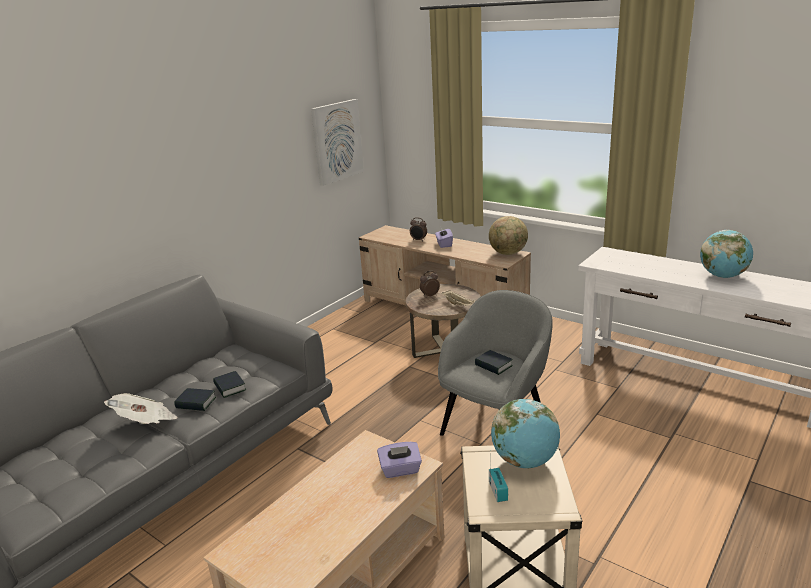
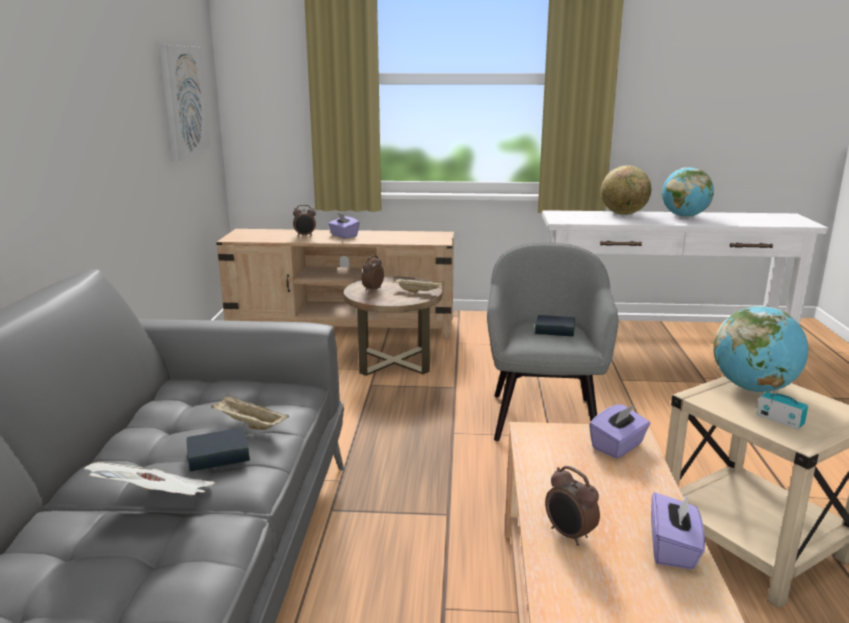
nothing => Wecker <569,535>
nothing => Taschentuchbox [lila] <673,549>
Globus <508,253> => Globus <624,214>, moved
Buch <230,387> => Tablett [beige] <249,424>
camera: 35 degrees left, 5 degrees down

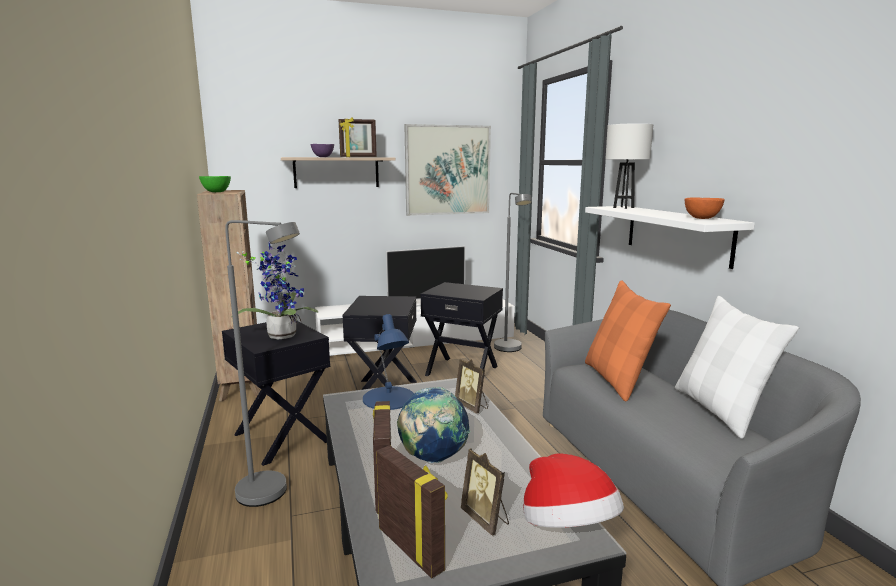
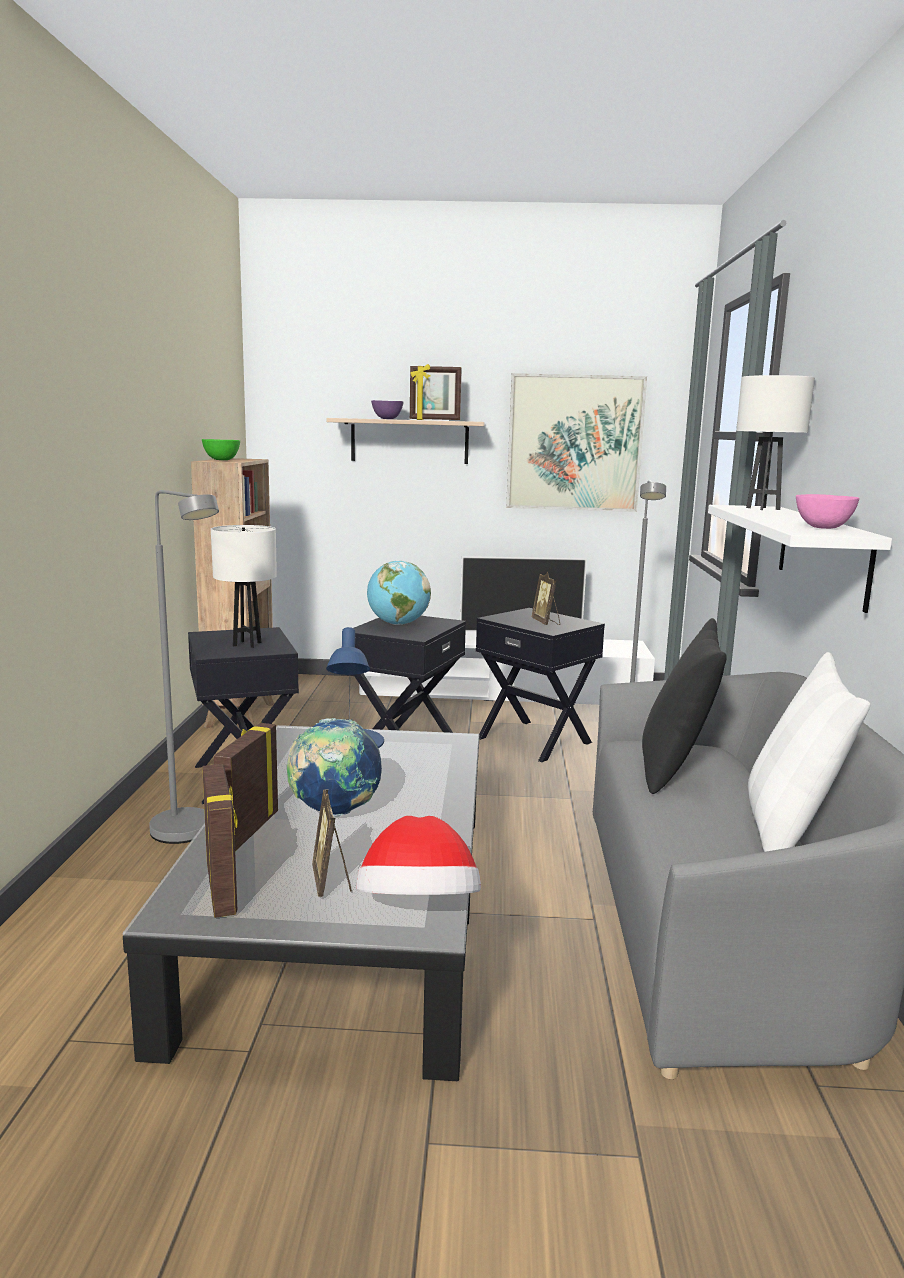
nothing => Globus <398,624>
Bilderrahmen <472,406> => Bilderrahmen <546,622>, moved
Topfpflanze <282,334> => Tischlampe [weiß] <247,644>
Kissen [orange] <617,380> => Kissen [schwarz] <674,767>
Schüssel [orange] <701,218> => Schüssel [rosa] <822,528>
camera: 20 degrees right, 0 degrees up

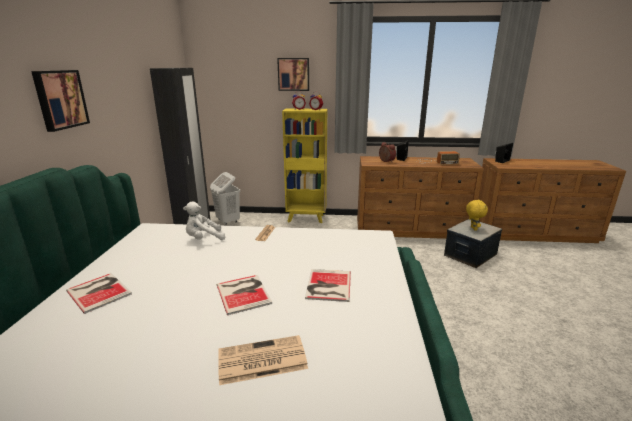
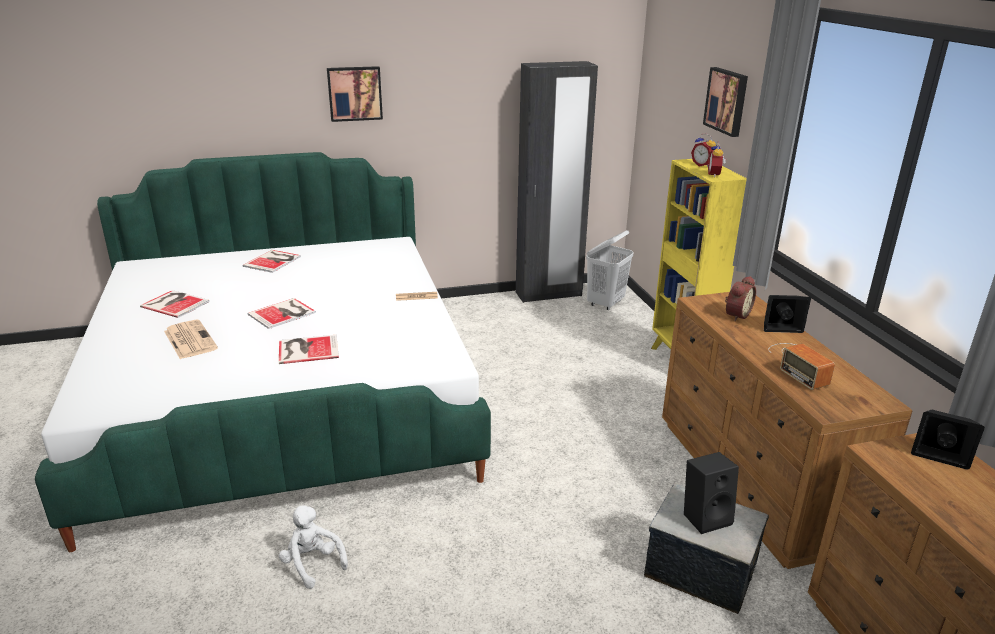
nothing => Buch <175,303>
Plüschtier [weiß] <204,239> => Plüschtier [weiß] <312,564>, moved
Plüschtier [gelb] <473,228> => Lautsprecher [schwarz] <706,517>
camera: 70 degrees right, 5 degrees up

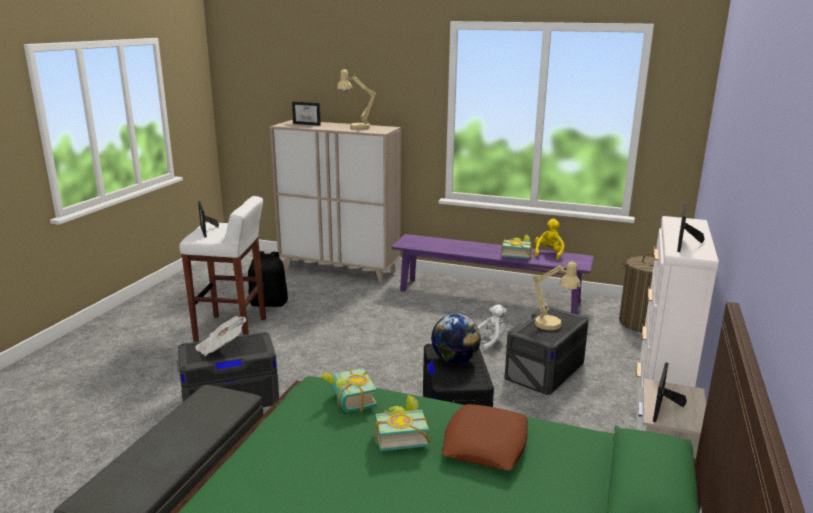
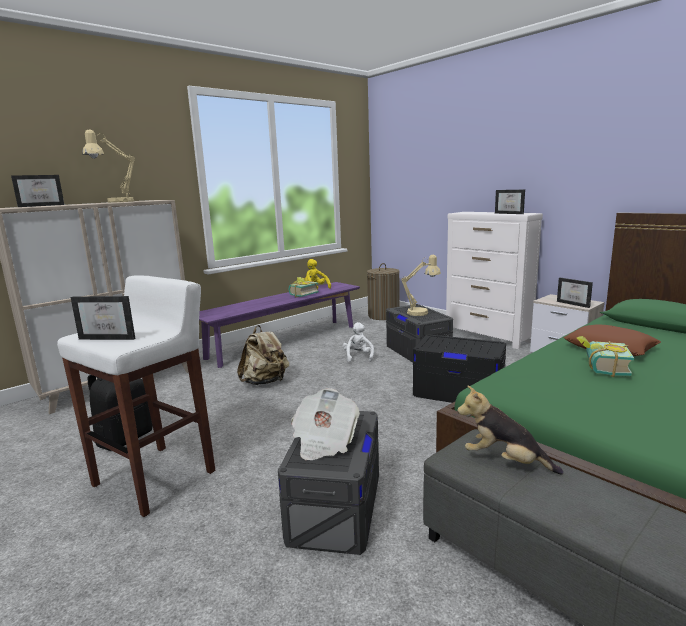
Buch <348,401> => nothing
Globus <455,360> => nothing
nothing => Rucksack [beige] <265,382>
nothing => Plüschtier <504,461>
camera: 60 degrees left, 5 degrees down

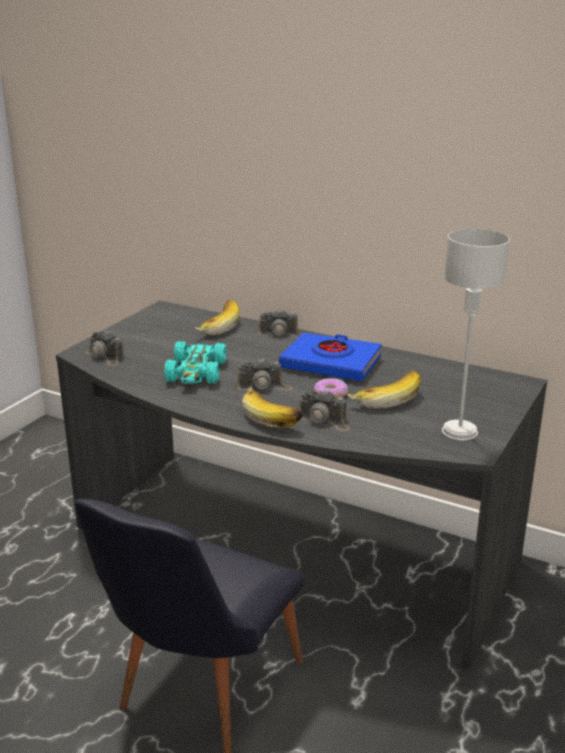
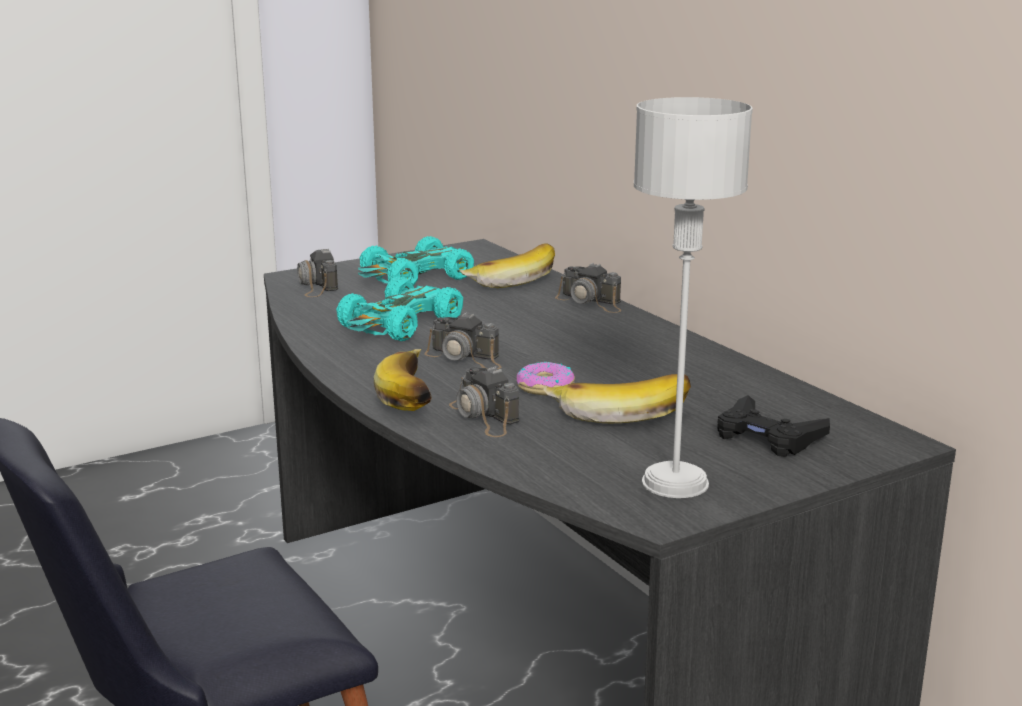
Buch [blau] <331,363> => nothing
nothing => Spielzeugauto [türkis] <415,277>
nothing => Gamepad [schwarz] <767,436>
camera: 30 degrees right, 5 degrees down

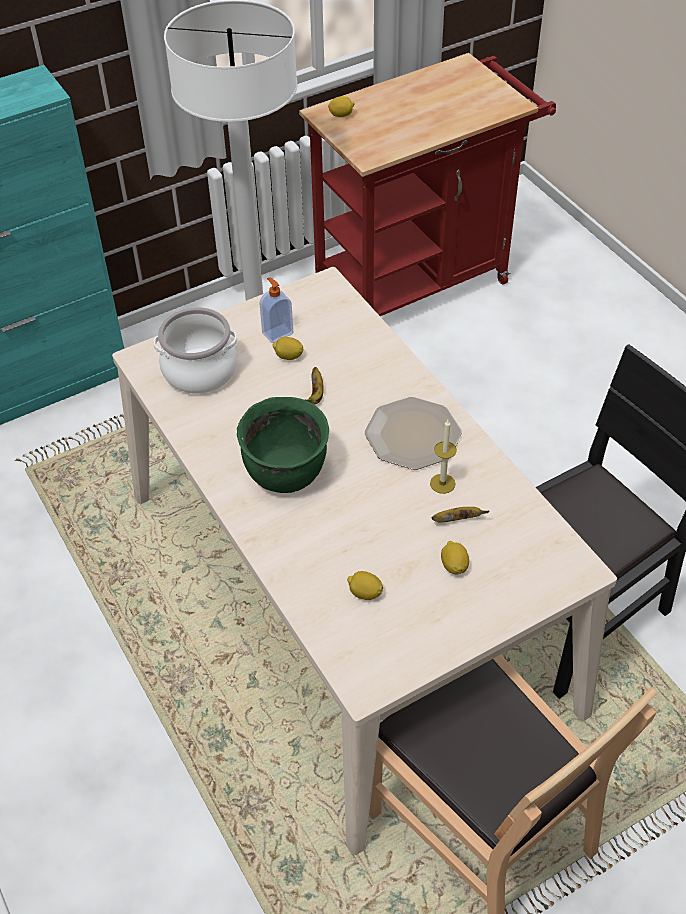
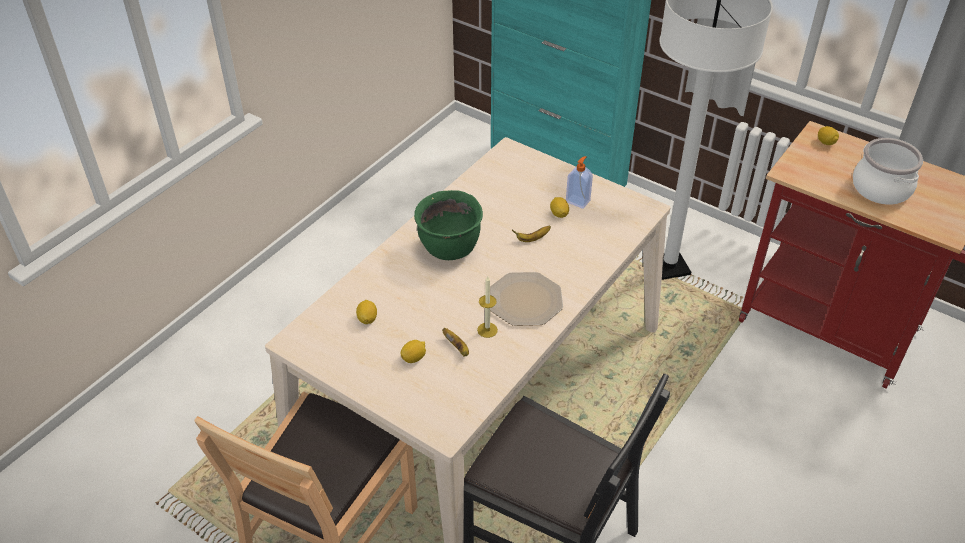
Kochtopf <199,371> => Kochtopf <880,188>, moved
camera: 65 degrees right, 5 degrees down

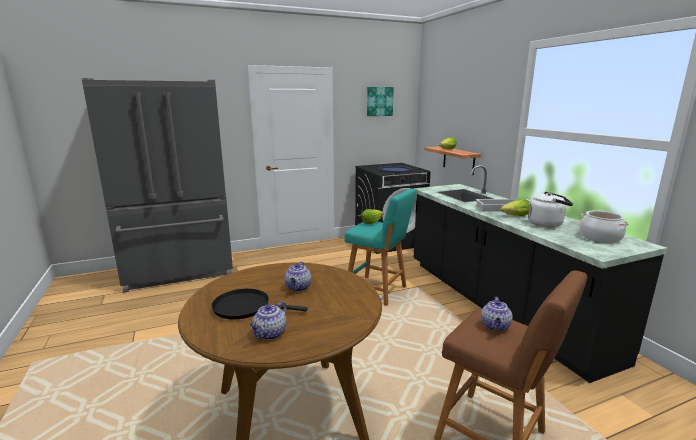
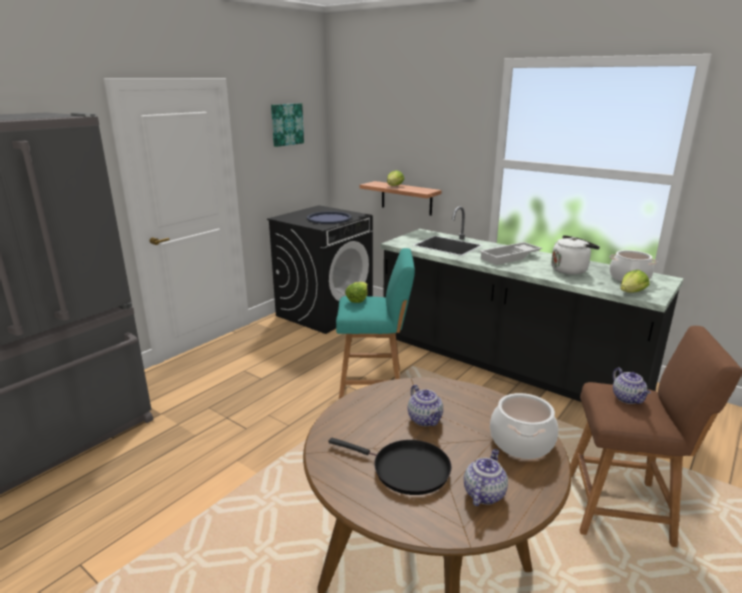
nothing => Kochtopf <521,441>
Salatkopf <515,216> => Salatkopf <631,293>, moved
Pfanne [schwarz] <245,307> => Pfanne [schwarz] <406,469>, 135 degrees counterclockwise
Teekanne <270,334> => Teekanne <484,493>, 150 degrees counterclockwise
camera: 30 degrees left, 5 degrees up

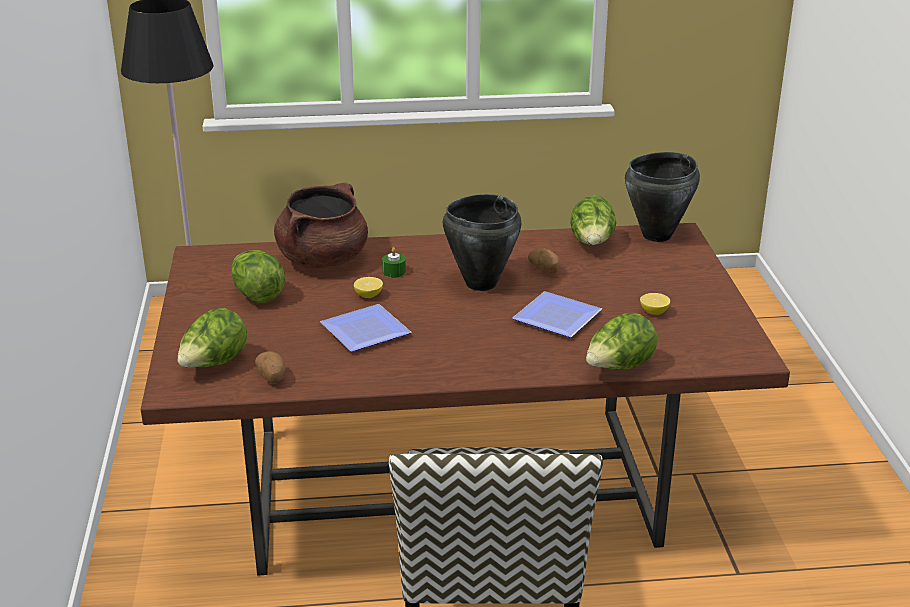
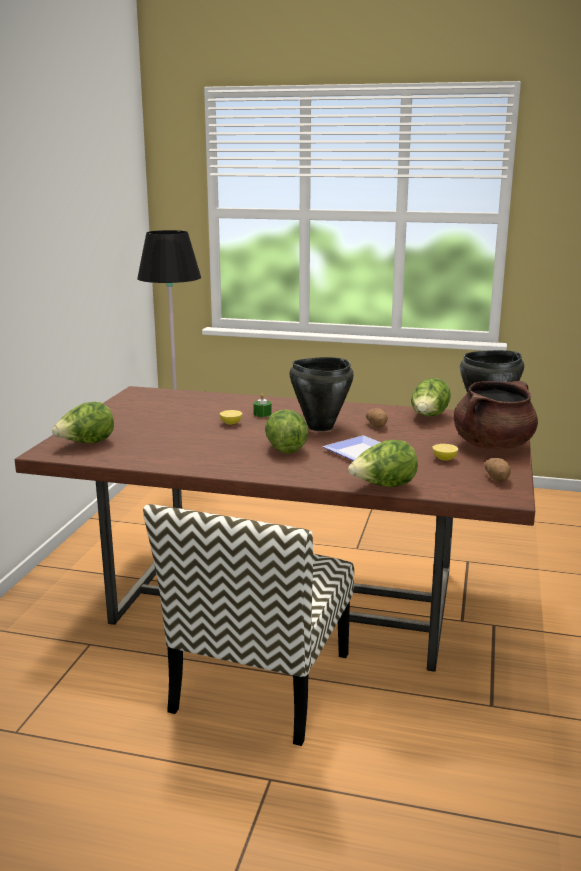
Teller <368,332> => nothing
Salatkopf <257,295> => Salatkopf <285,448>, moved
Kartoffel <272,378> => Kartoffel <497,479>, moved
Kochtopf [braun] <323,260> => Kochtopf [braun] <493,445>, moved
camera: 20 degrees right, 10 degrees down

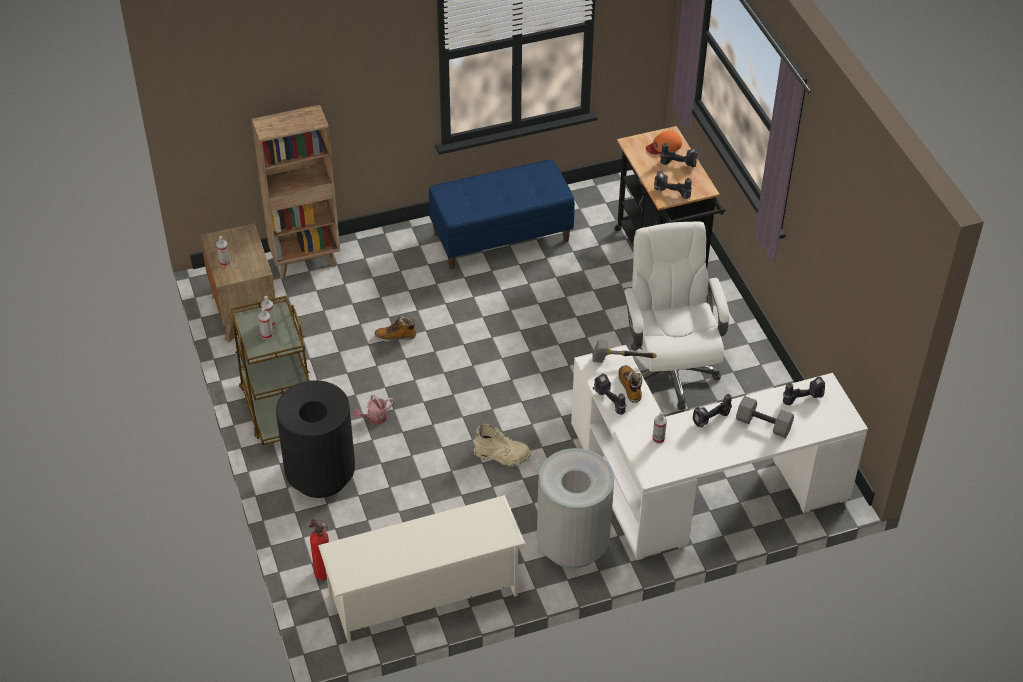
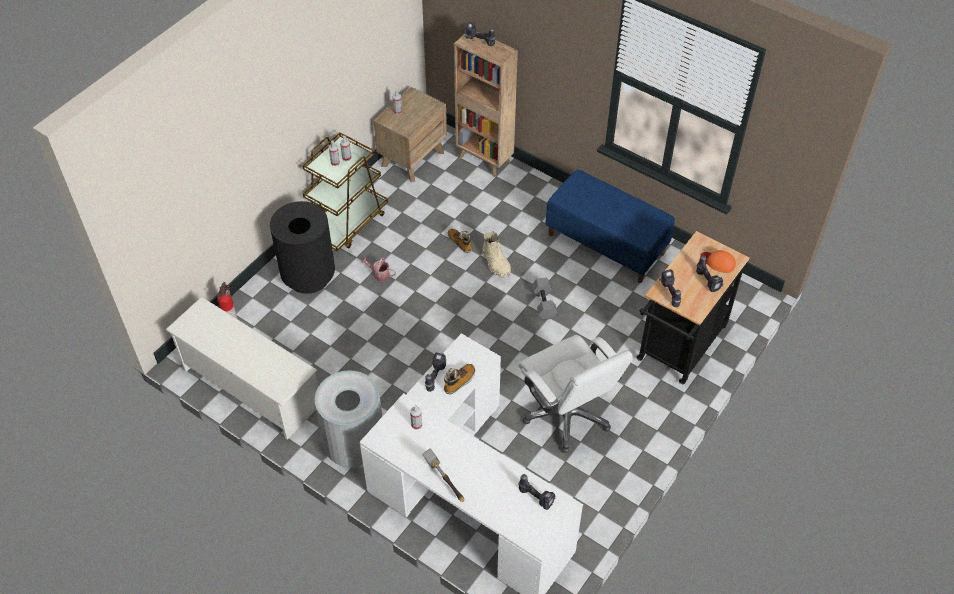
Stiefel [beige] <502,455> => Stiefel [beige] <496,263>, moved
Hammer <621,361> => Hammer <444,481>, moved
Bohrmaschine <711,420> => Bohrmaschine <478,41>, moved
Hantel [grau] <764,424> => Hantel [grau] <544,304>, moved
Bürostuhl [weiß] <669,371> => Bürostuhl [weiß] <567,415>, 105 degrees clockwise
camera: 55 degrees right, 5 degrees up

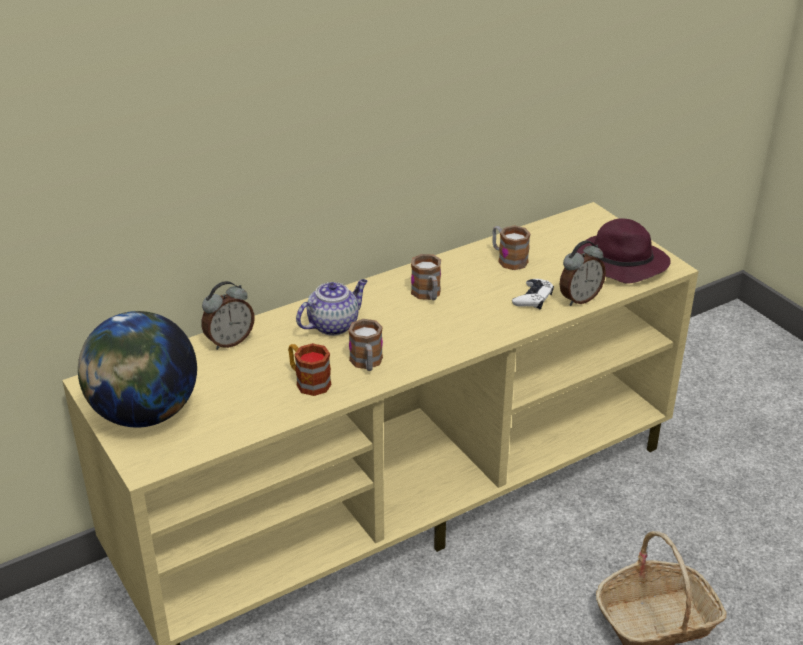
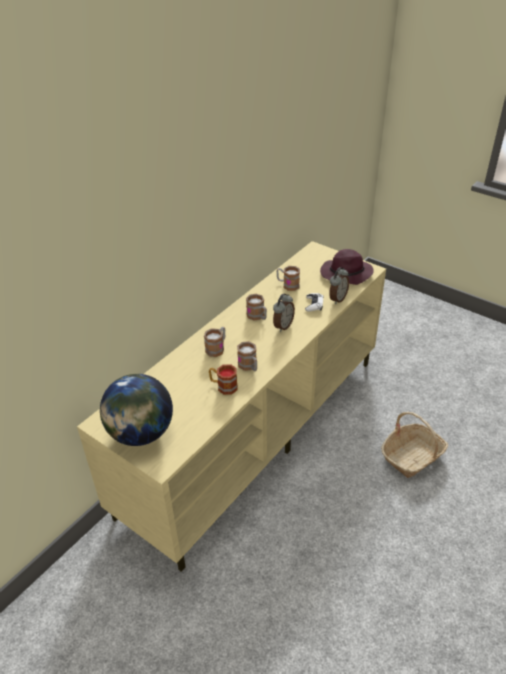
Wecker <229,341> => Wecker <282,326>, moved
Teekanne <334,324> => Henkelbecher <217,348>
camera: 20 degrees left, 5 degrees up

